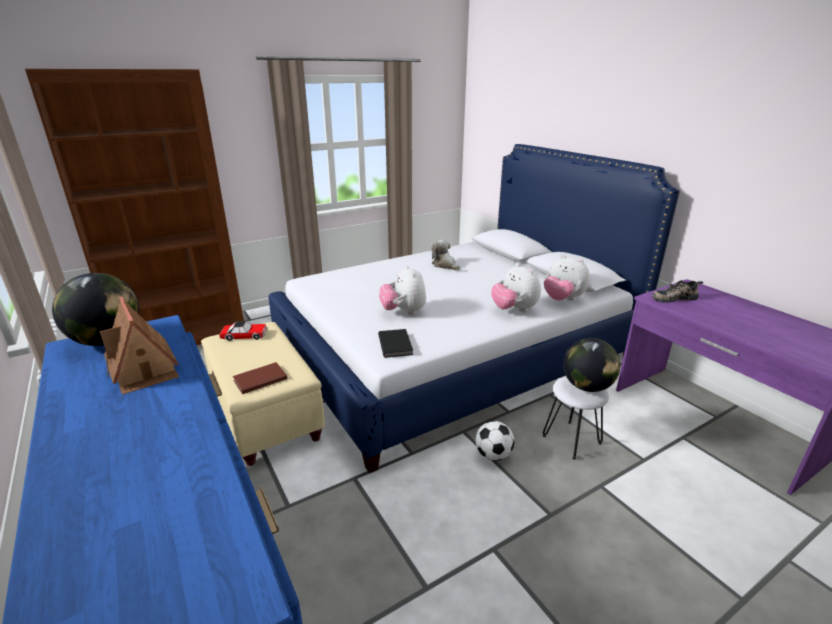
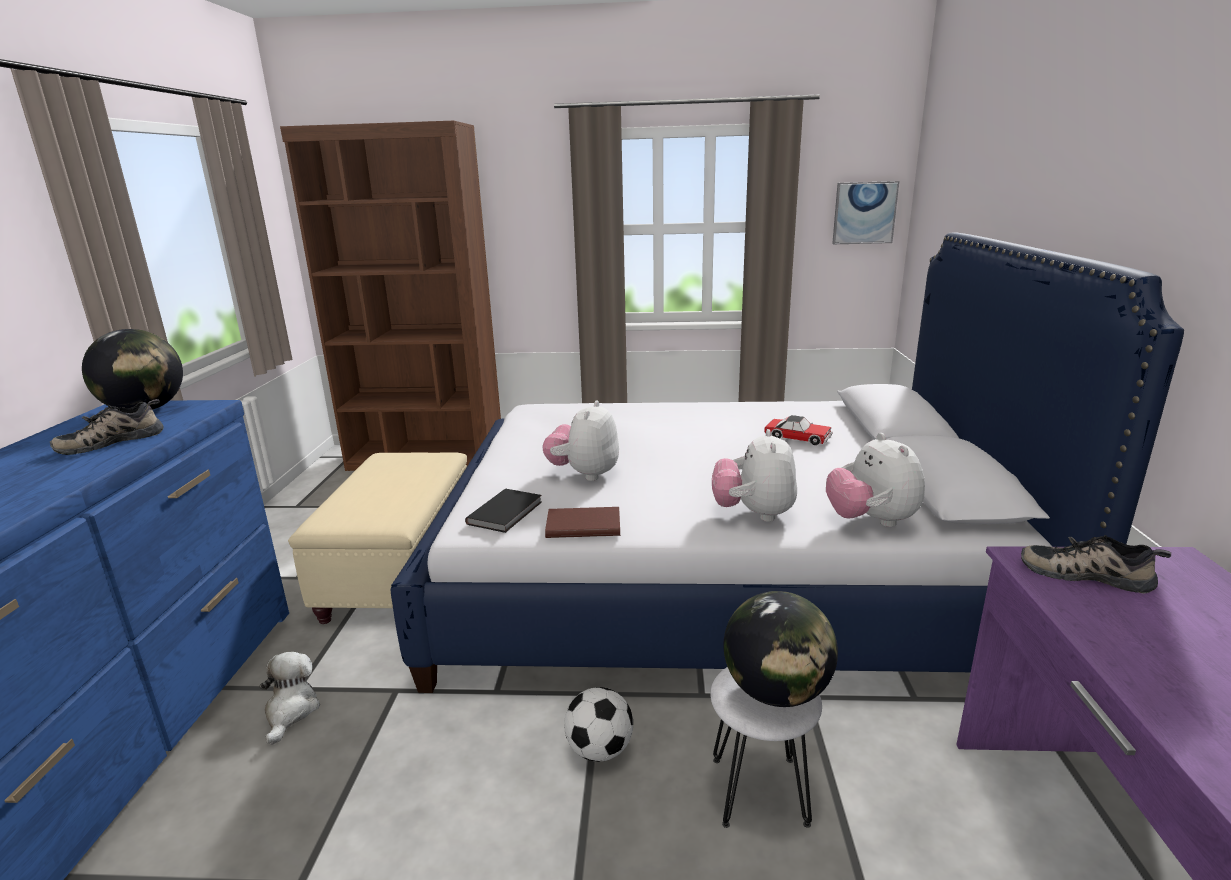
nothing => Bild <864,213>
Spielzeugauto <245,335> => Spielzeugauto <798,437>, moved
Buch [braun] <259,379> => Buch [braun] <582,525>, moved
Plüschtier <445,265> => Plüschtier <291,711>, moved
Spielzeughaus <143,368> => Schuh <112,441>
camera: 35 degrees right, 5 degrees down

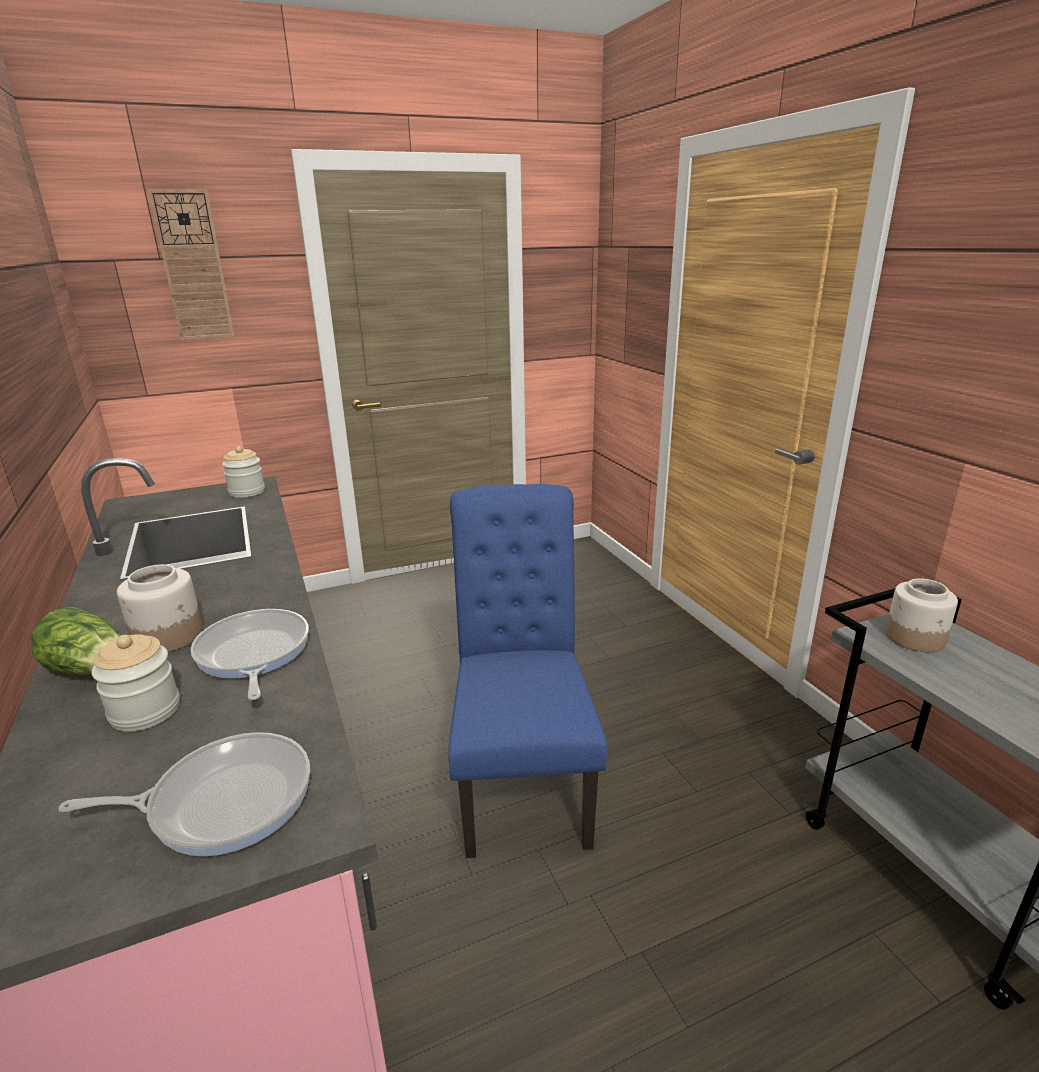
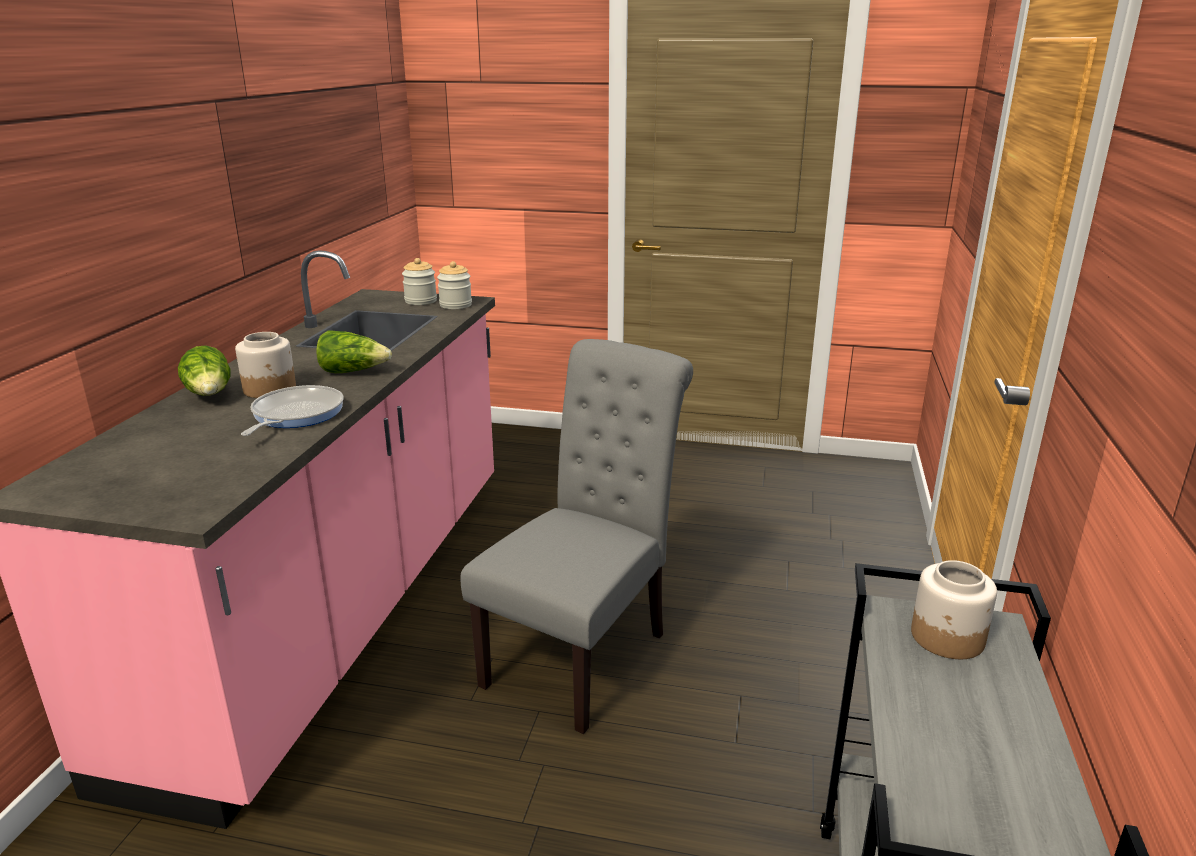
Pfanne <223,800> => nothing
Wanduhr <193,266> => nothing
nothing => Salatkopf <353,371>
Vorratsglas <145,711> => Vorratsglas <420,301>, moved
Stuhl [blau] <522,779> => Stuhl [grau] <584,653>
camera: 35 degrees right, 0 degrees up

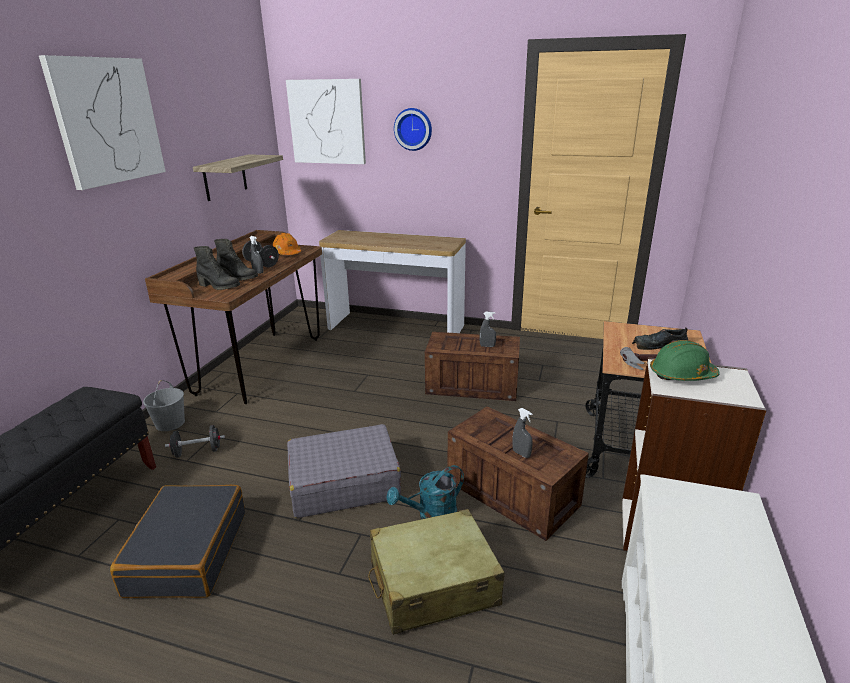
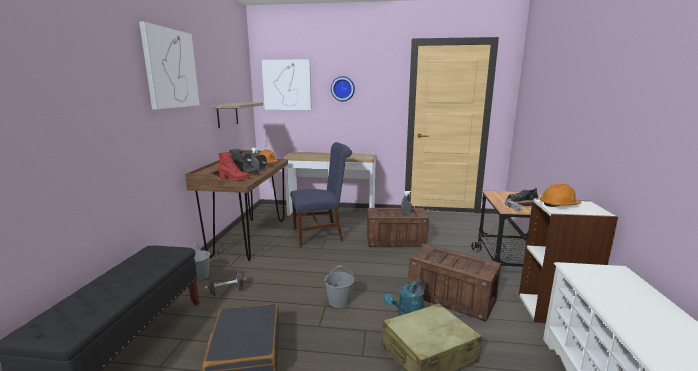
Sprühflasche [grau] <521,454> => nothing
nothing => Stuhl [blau] <321,234>
Koffer [grau] <343,483> => Eimer [grau] <339,301>
Stiefel [schwarz] <219,286> => Stiefel [rot] <234,179>
Schutzhelm [grün] <681,375> => Schutzhelm [orange] <559,204>
camera: 10 degrees left, 10 degrees down

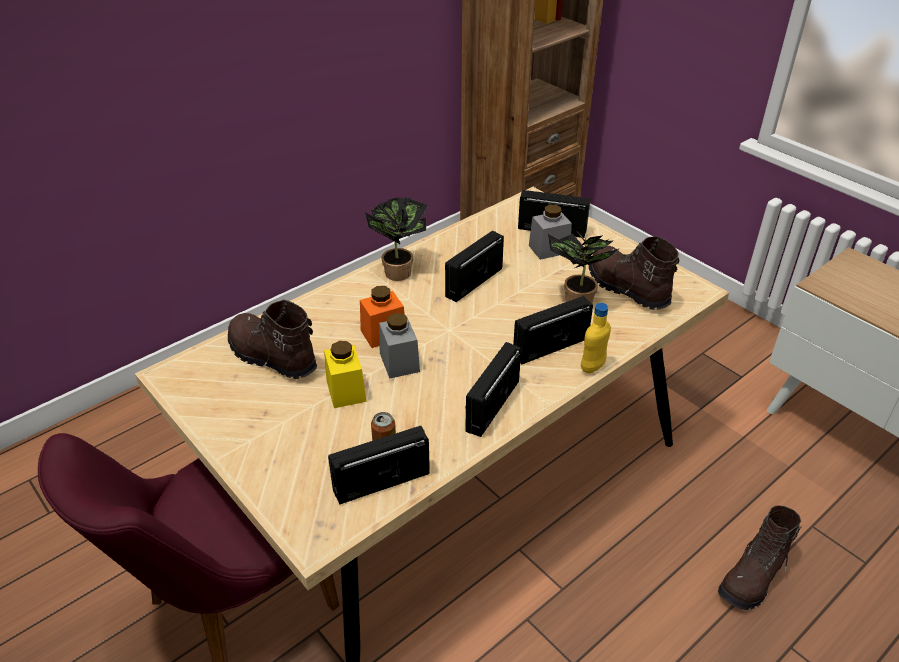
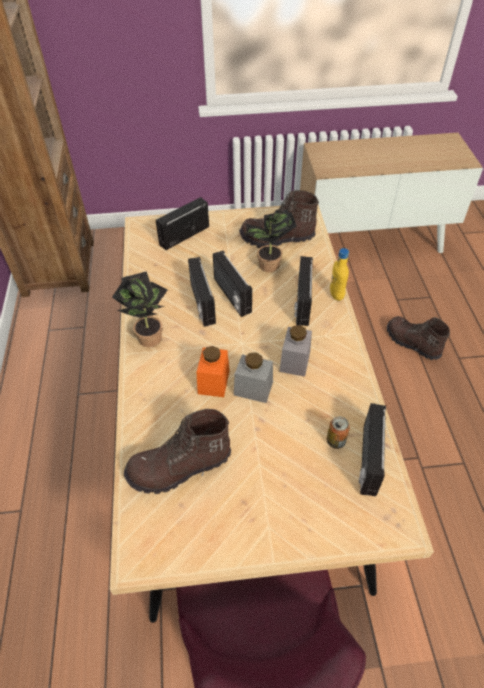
Vorratsglas [gelb] <346,391> => nothing
Radio <491,405> => Radio <231,296>, moved
Vorratsglas [grau] <549,249> => Vorratsglas [grau] <295,361>, moved
Stiefel [braun] <753,577> => Stiefel [braun] <412,343>, 150 degrees clockwise
camera: 55 degrees left, 10 degrees up

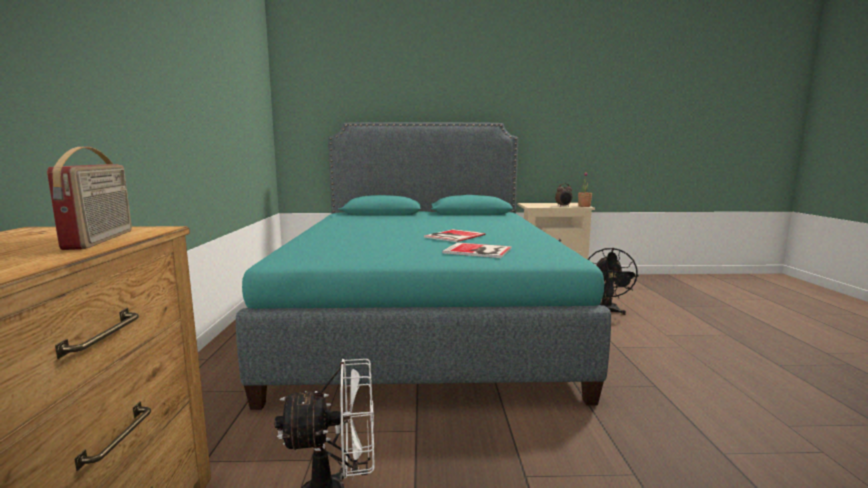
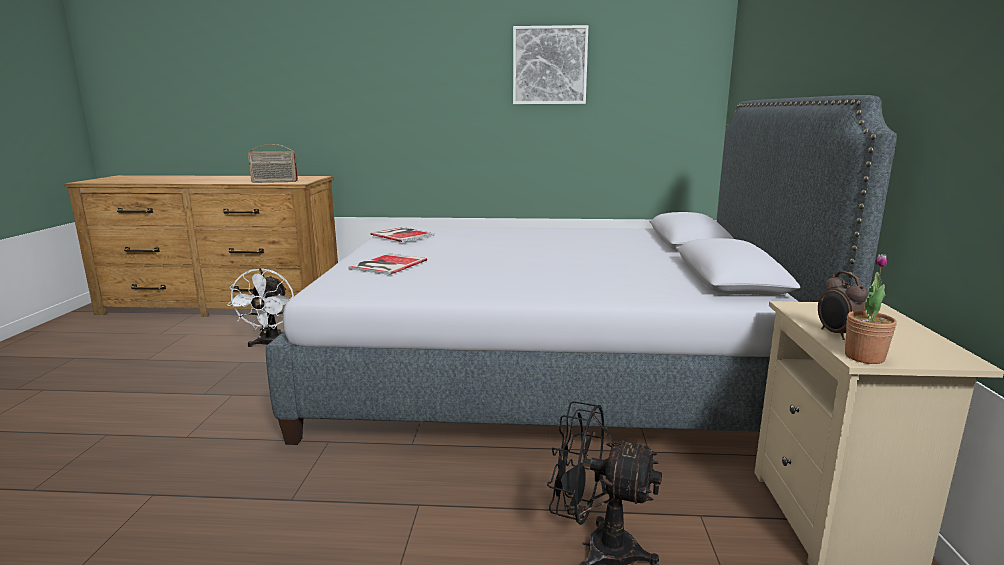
nothing => Bild <549,65>
Buch <453,236> => Buch <402,234>, moved
Bett [türkis] <423,320> => Bett [grau] <549,371>
camera: 95 degrees right, 5 degrees up

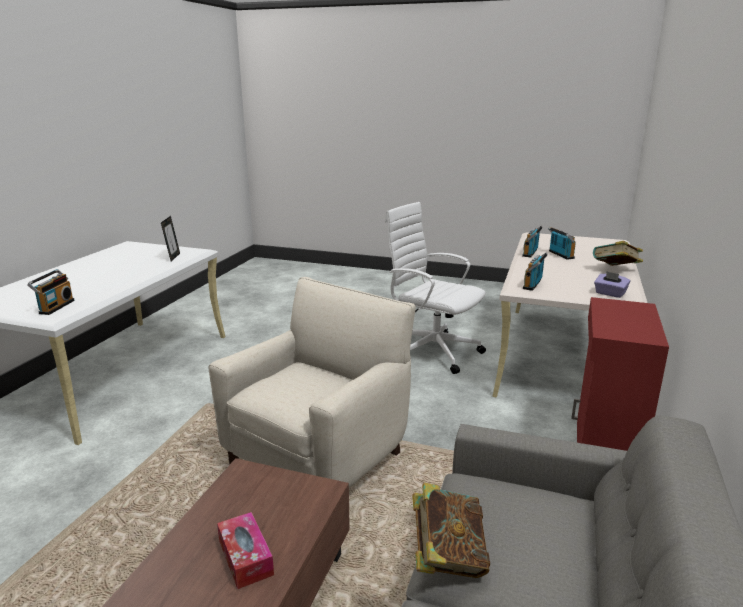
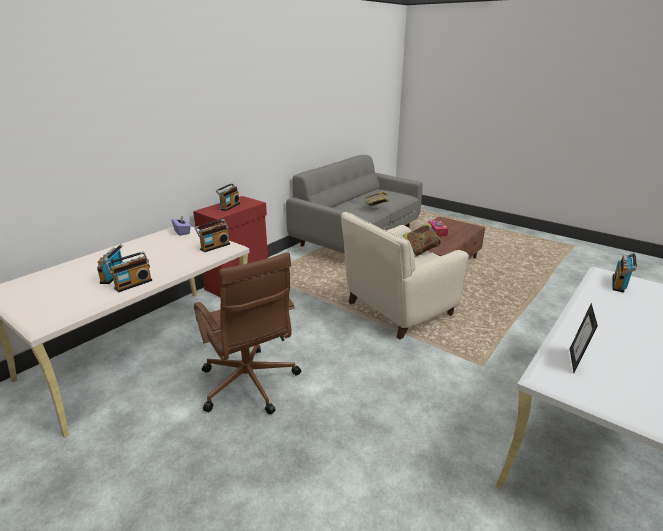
nothing => Radio <229,206>
Buch <615,270> => Buch <421,251>, moved
Bürostuhl [weiß] <432,351> => Bürostuhl [braun] <249,385>
camera: 160 degrees left, 5 degrees up

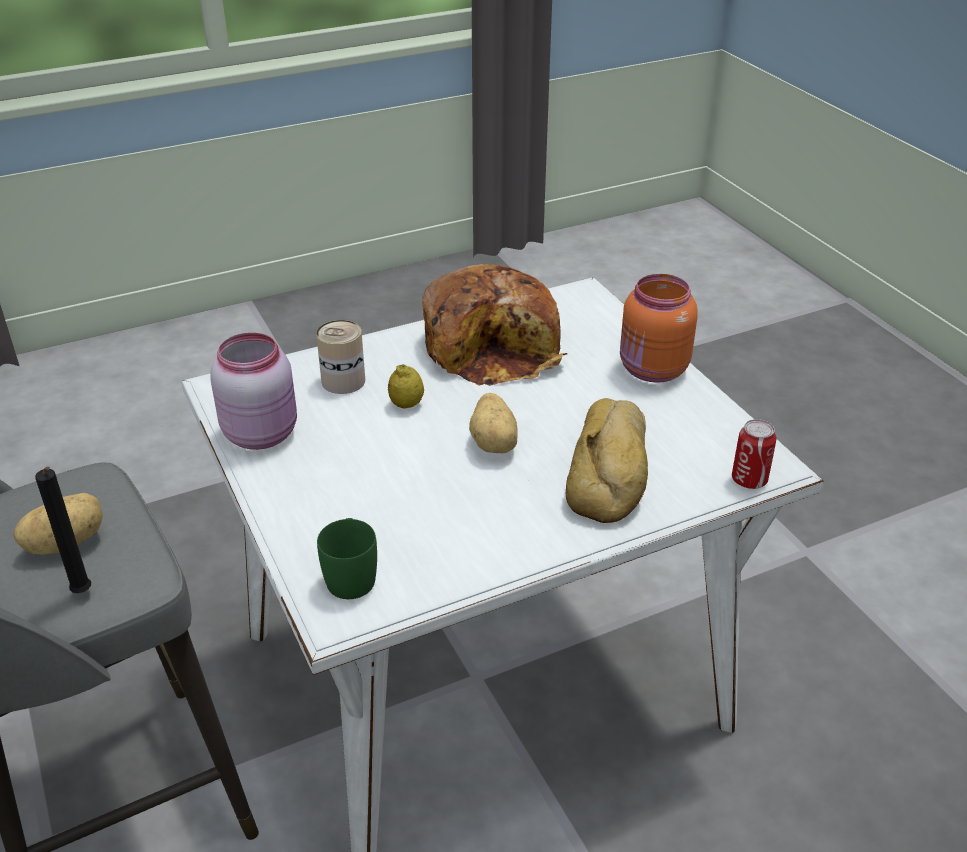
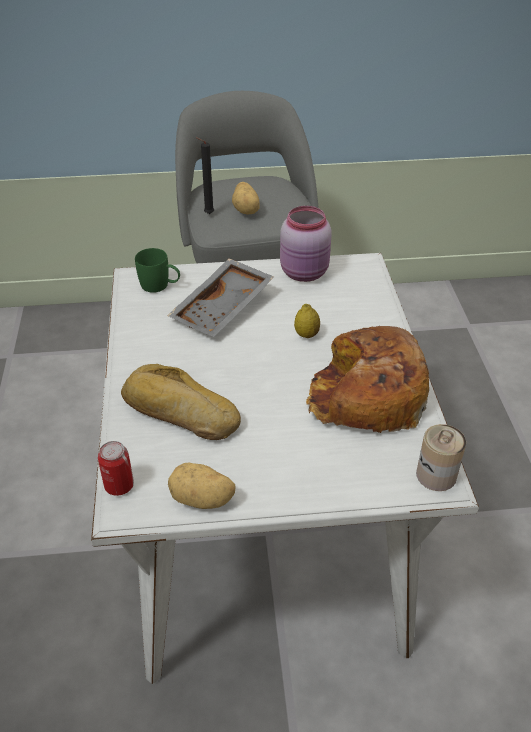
Vorratsglas [orange] <652,370> => nothing
nothing => Tablett [grau] <224,309>
Dose <343,381> => Dose <436,475>, moved
Kartoffel <495,443> => Kartoffel <202,500>, moved
camera: 110 degrees right, 5 degrees up

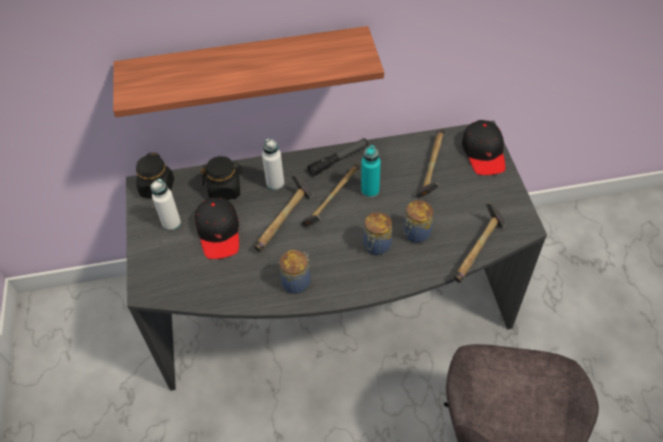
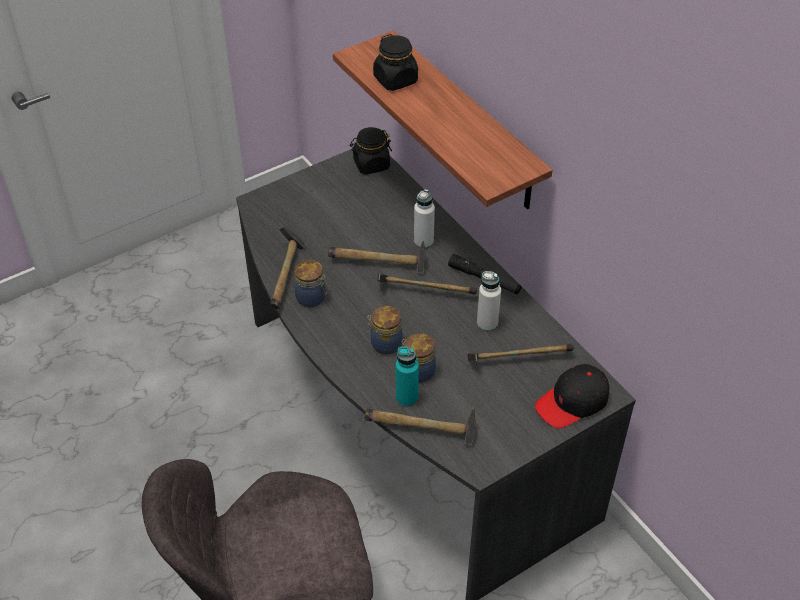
Kappe [schwarz] <219,232> => nothing
nothing => Hammer <286,276>
Flasche [weiß] <171,223> => Flasche [weiß] <487,324>, moved
Vorratsglas [schwarz] <225,189> => Vorratsglas [schwarz] <395,80>, moved
Flasche [türkis] <370,190> => Flasche [türkis] <406,398>, moved
camera: 65 degrees right, 5 degrees down

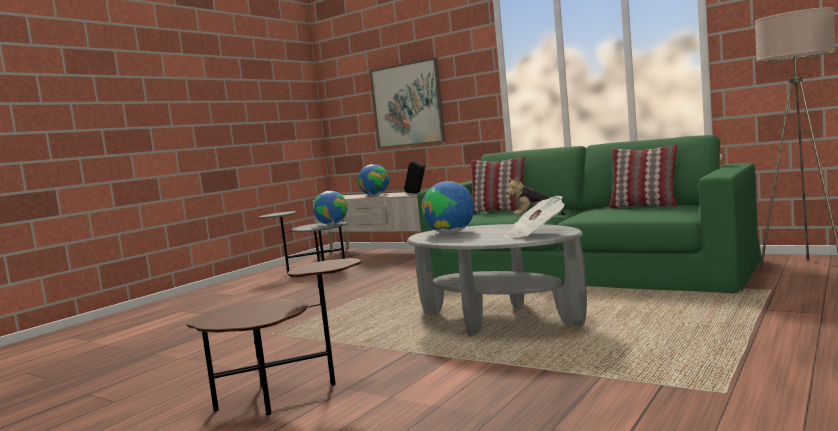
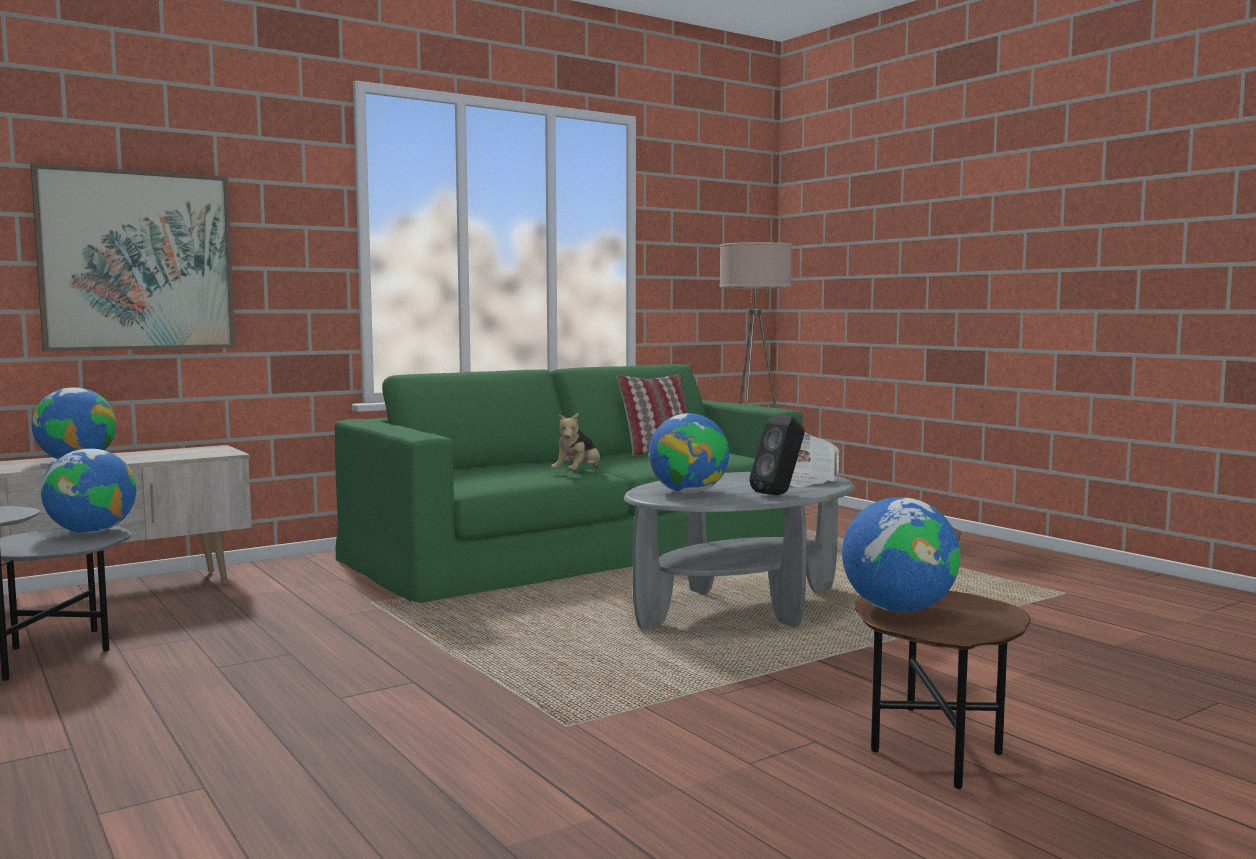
Kissen <498,210> => nothing
nothing => Globus <898,610>
Lautsprecher [schwarz] <417,193> => Lautsprecher [schwarz] <779,494>, moved
camera: 70 degrees left, 0 degrees up

